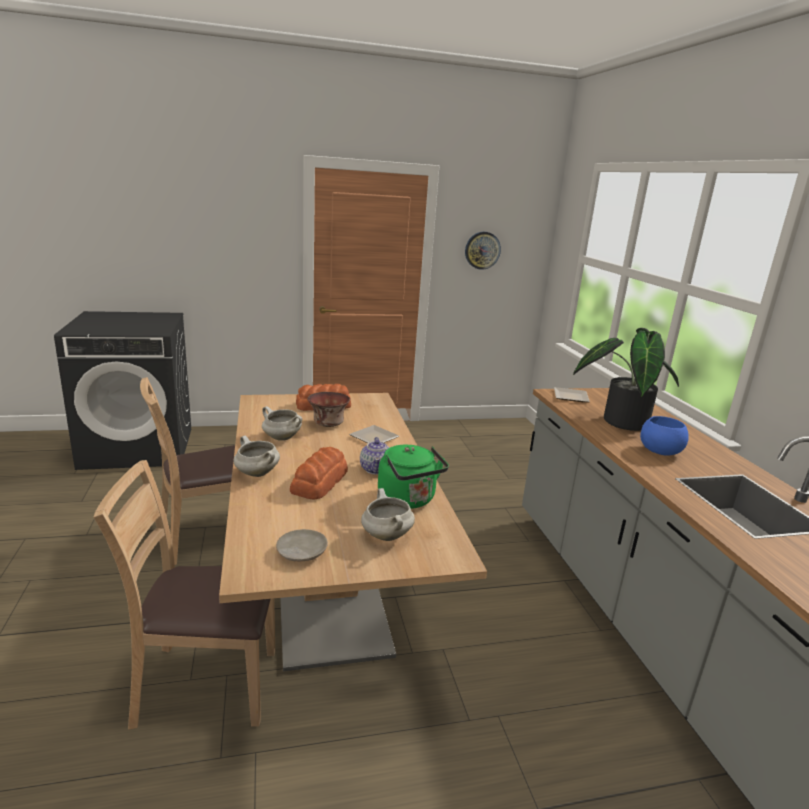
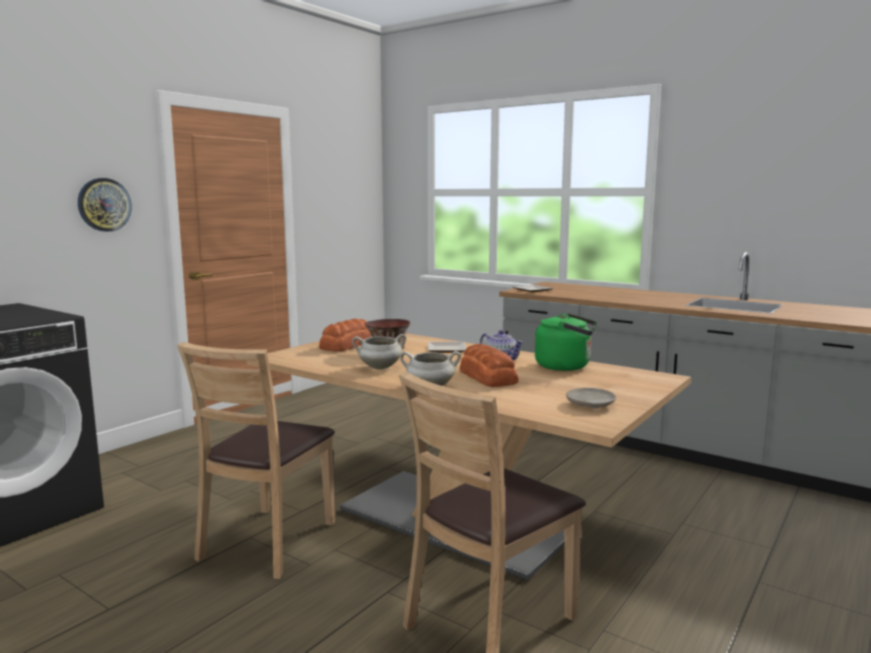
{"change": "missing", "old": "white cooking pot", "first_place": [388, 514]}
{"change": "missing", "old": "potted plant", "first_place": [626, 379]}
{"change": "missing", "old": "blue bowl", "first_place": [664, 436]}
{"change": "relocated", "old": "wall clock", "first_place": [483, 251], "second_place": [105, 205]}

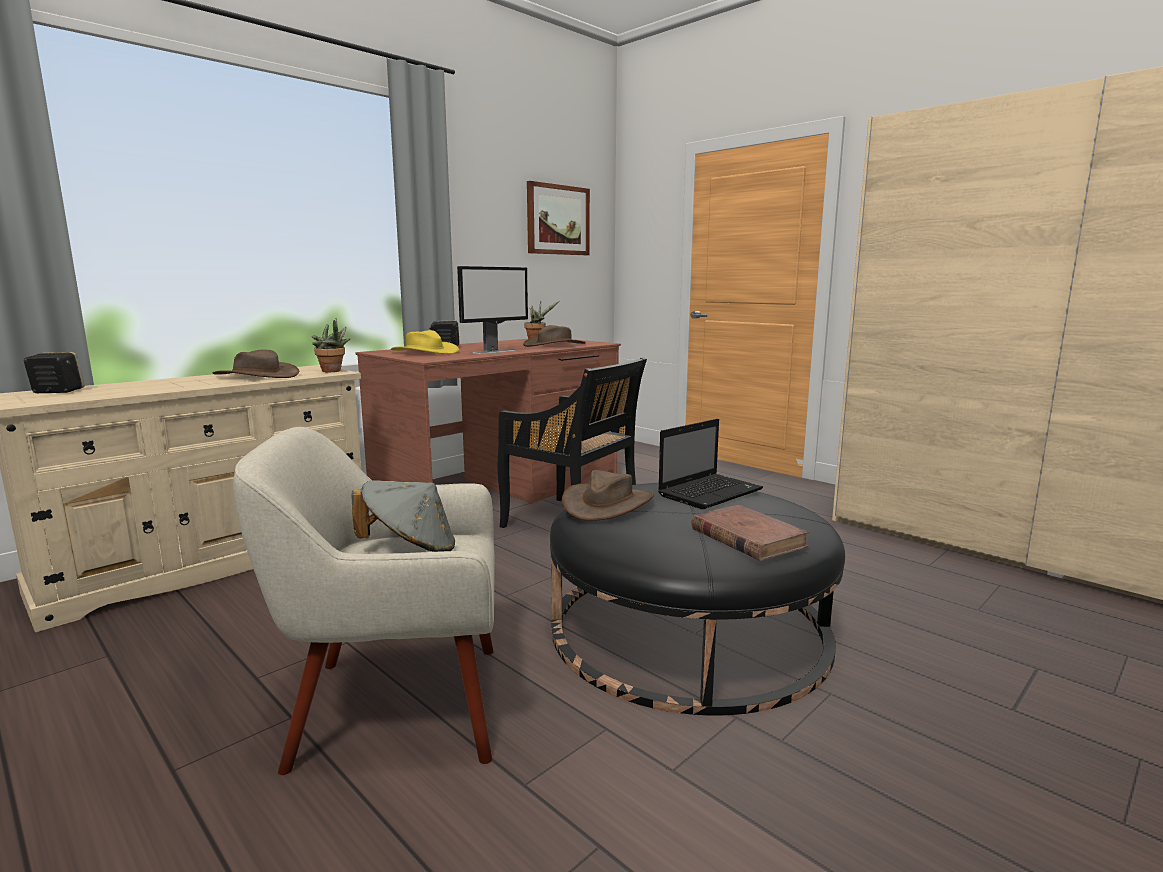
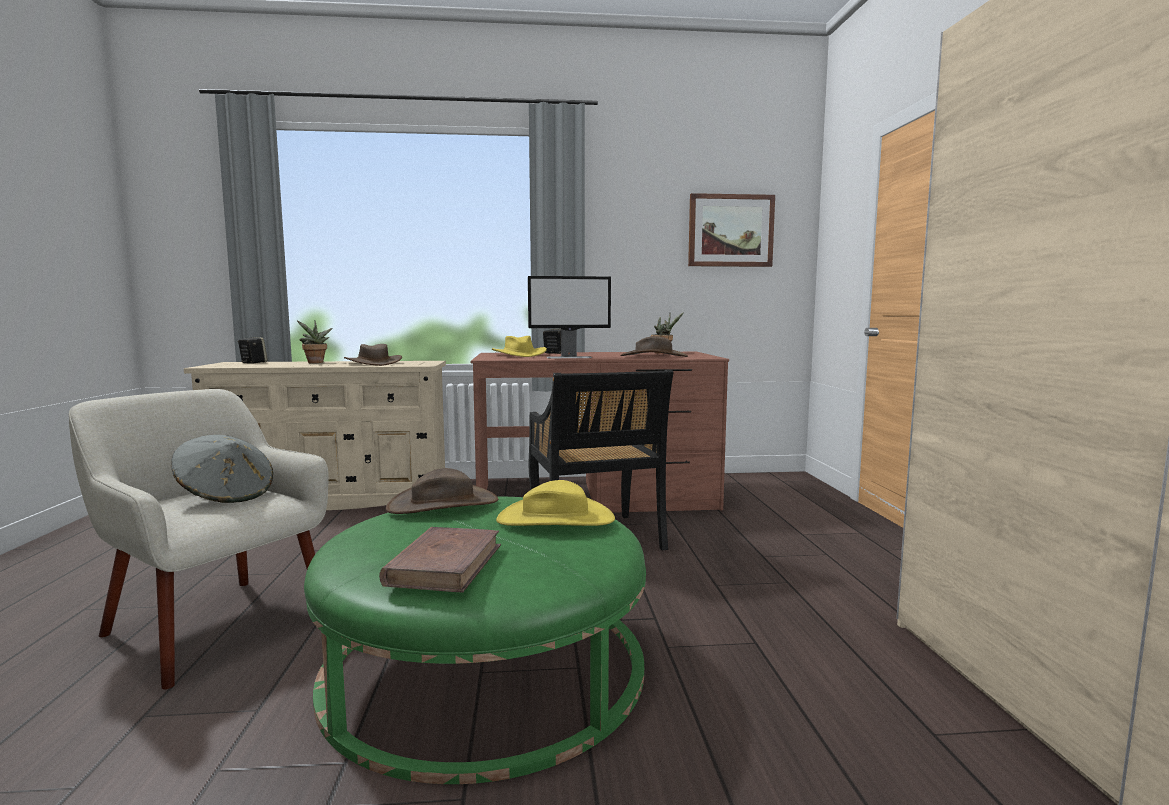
{"change": "relocated", "old": "potted plant", "first_place": [331, 345], "second_place": [315, 342]}
{"change": "exchanged", "old": "laptop", "new": "yellow hat", "first_place": [710, 464], "second_place": [555, 503]}
{"change": "colour", "old": "black ottoman", "new": "green ottoman", "first_place": [697, 599], "second_place": [475, 640]}

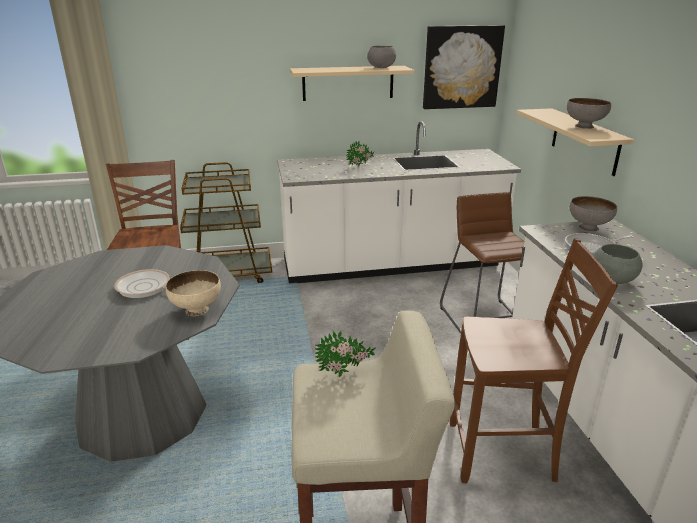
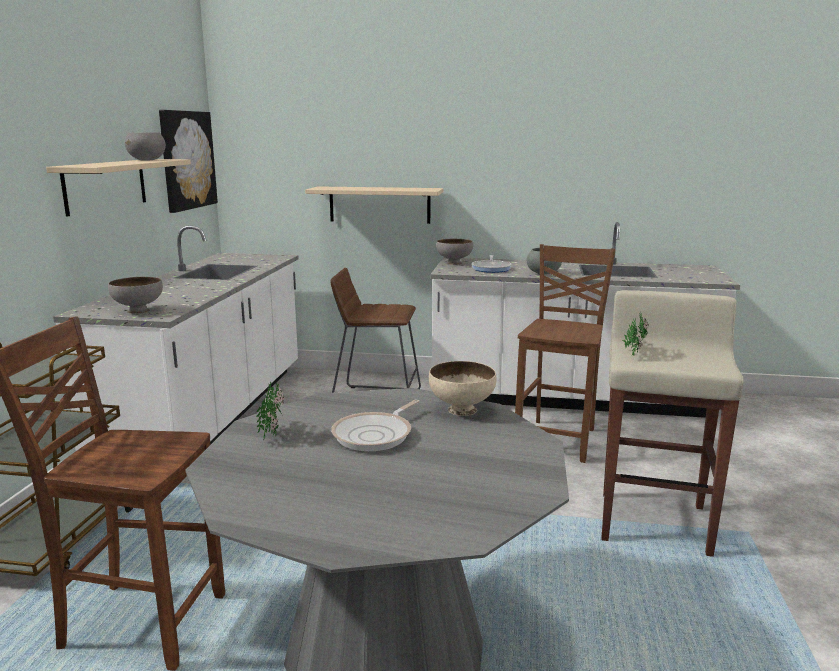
{"change": "relocated", "old": "potted plant", "first_place": [360, 154], "second_place": [270, 411]}
{"change": "relocated", "old": "grey bowl", "first_place": [589, 113], "second_place": [135, 295]}

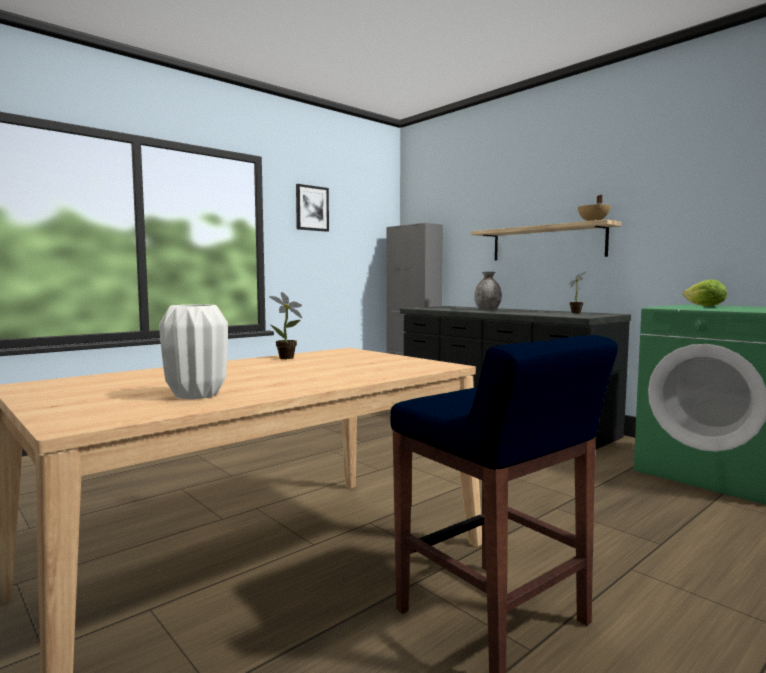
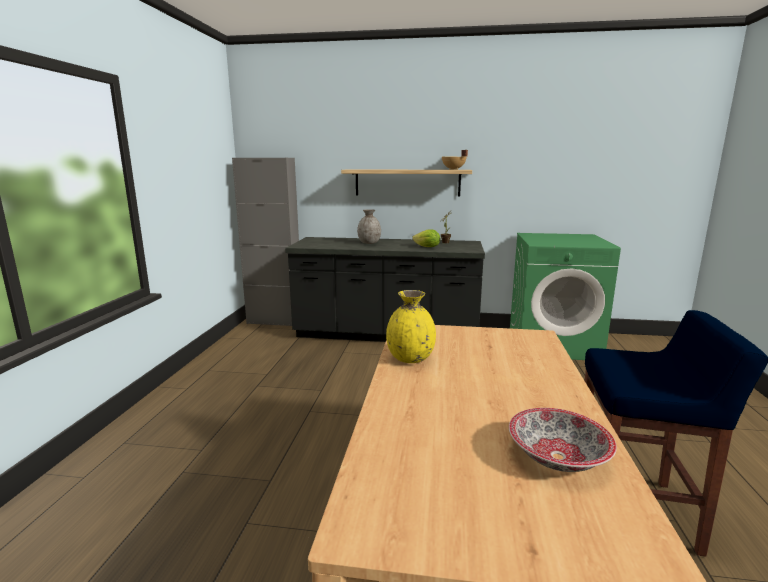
{"change": "missing", "old": "picture", "first_place": [312, 208]}
{"change": "relocated", "old": "lettuce", "first_place": [705, 292], "second_place": [426, 238]}
{"change": "exchanged", "old": "white vase", "new": "bowl", "first_place": [193, 351], "second_place": [563, 440]}
{"change": "exchanged", "old": "potted plant", "new": "yellow vase", "first_place": [285, 325], "second_place": [411, 326]}

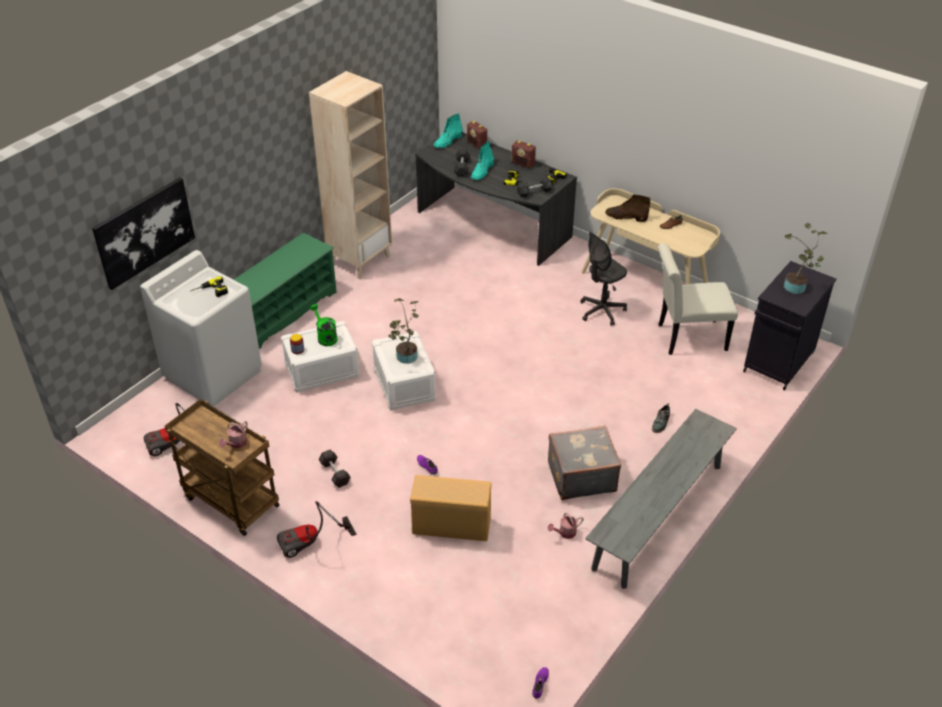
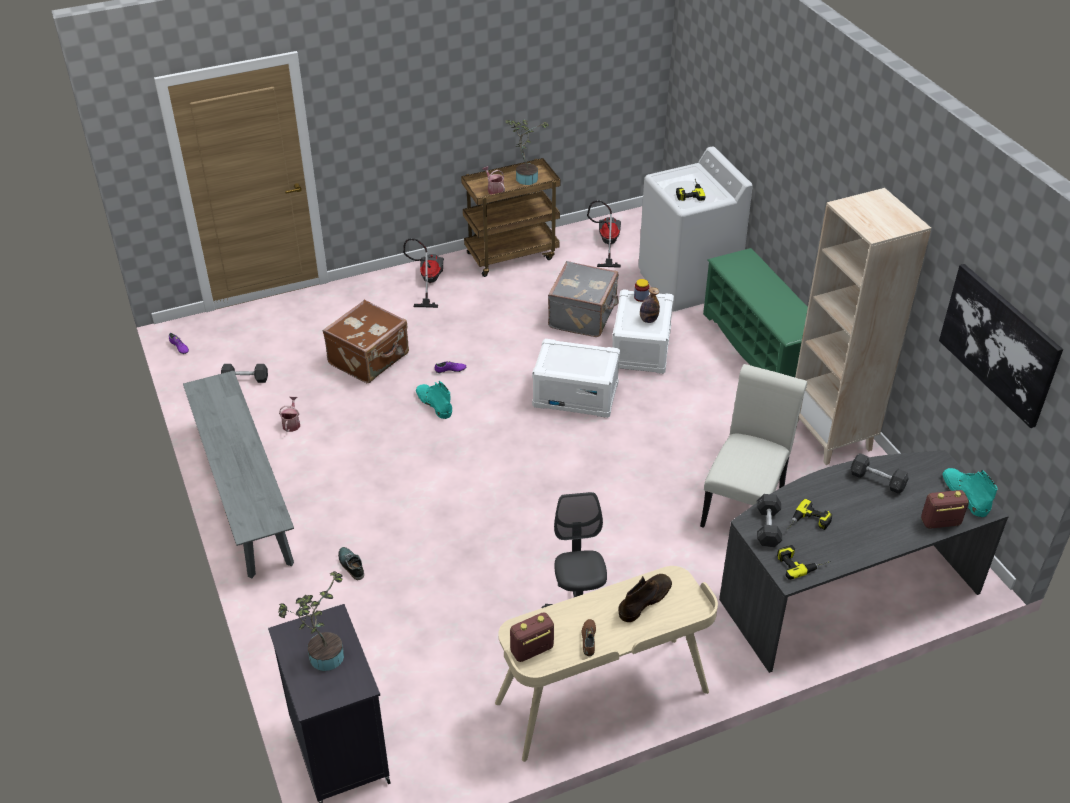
{"change": "relocated", "old": "picture", "first_place": [143, 234], "second_place": [1001, 346]}
{"change": "relocated", "old": "grey dumbbell", "first_place": [335, 469], "second_place": [244, 373]}
{"change": "relocated", "old": "potted plant", "first_place": [404, 331], "second_place": [527, 152]}
{"change": "relocated", "old": "turquoise boot", "first_place": [482, 160], "second_place": [434, 400]}
{"change": "relocated", "old": "radio", "first_place": [524, 154], "second_place": [532, 637]}
{"change": "relocated", "old": "grey suitcase", "first_place": [585, 462], "second_place": [583, 299]}
{"change": "relocated", "old": "white chair", "first_place": [698, 299], "second_place": [753, 446]}
{"change": "exchanged", "old": "green watering can", "new": "bottle", "first_place": [323, 325], "second_place": [650, 305]}
{"change": "exchanged", "old": "beige storage box", "new": "brown suitcase", "first_place": [450, 508], "second_place": [366, 341]}

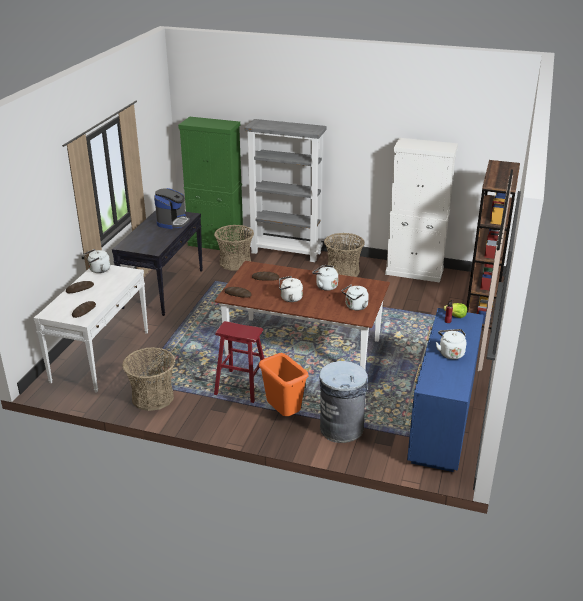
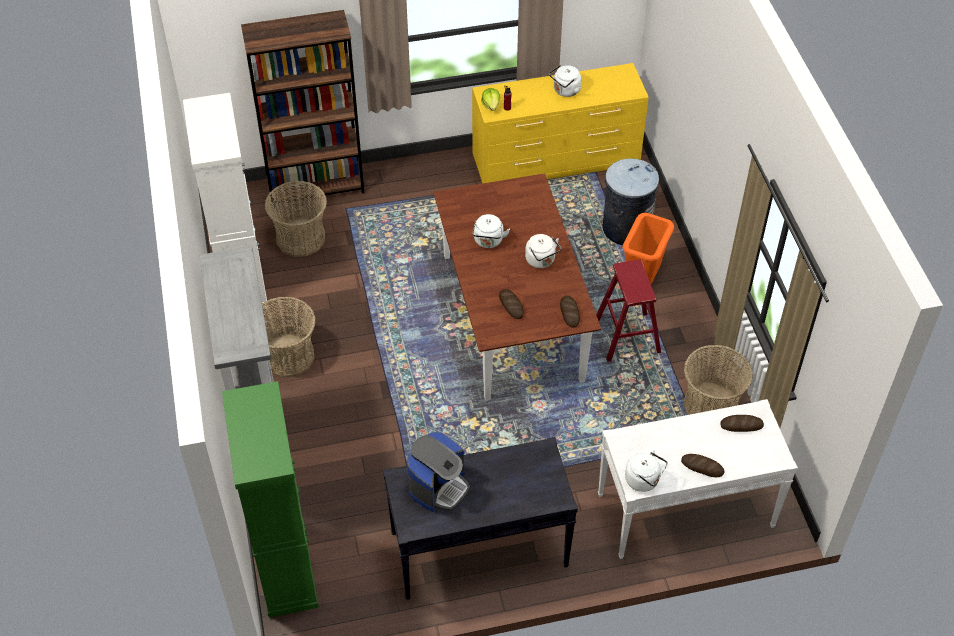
{"change": "missing", "old": "white kettle", "first_place": [355, 297]}
{"change": "relocated", "old": "basket", "first_place": [234, 248], "second_place": [295, 219]}
{"change": "colour", "old": "blue dresser", "new": "yellow dresser", "first_place": [445, 390], "second_place": [560, 123]}
{"change": "spun", "old": "coffee machine", "first_place": [172, 208], "second_place": [438, 472], "degrees": 135}

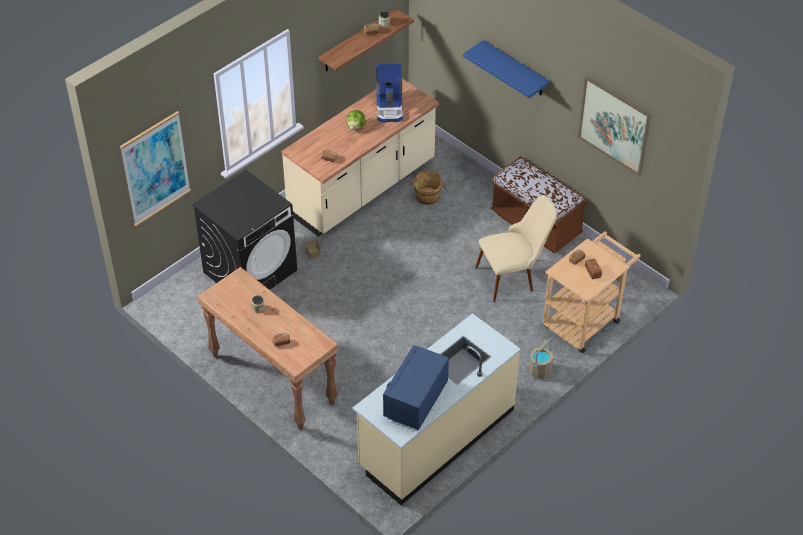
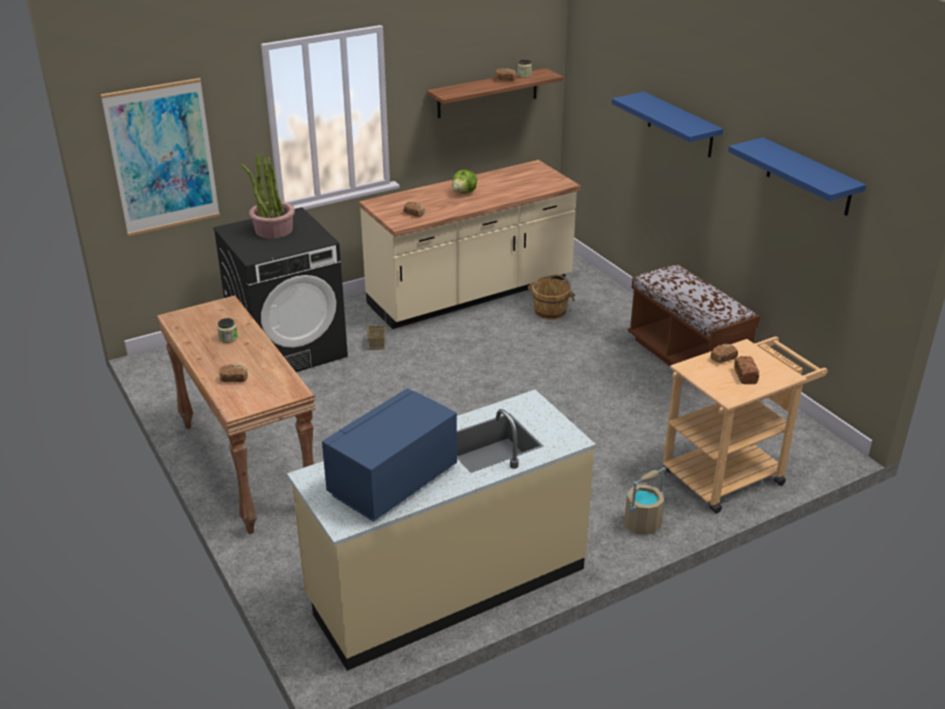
{"change": "missing", "old": "coffee machine", "first_place": [389, 93]}
{"change": "missing", "old": "beige chair", "first_place": [516, 248]}
{"change": "appeared", "new": "potted plant", "second_place": [268, 195]}
{"change": "exchanged", "old": "picture", "new": "blue shelf", "first_place": [614, 126], "second_place": [797, 177]}

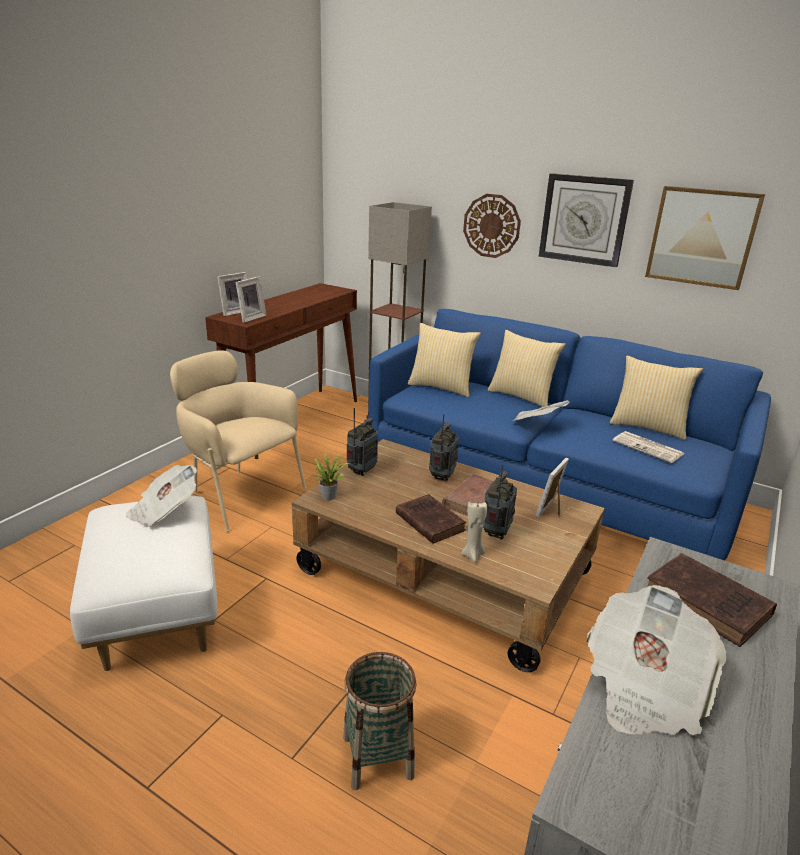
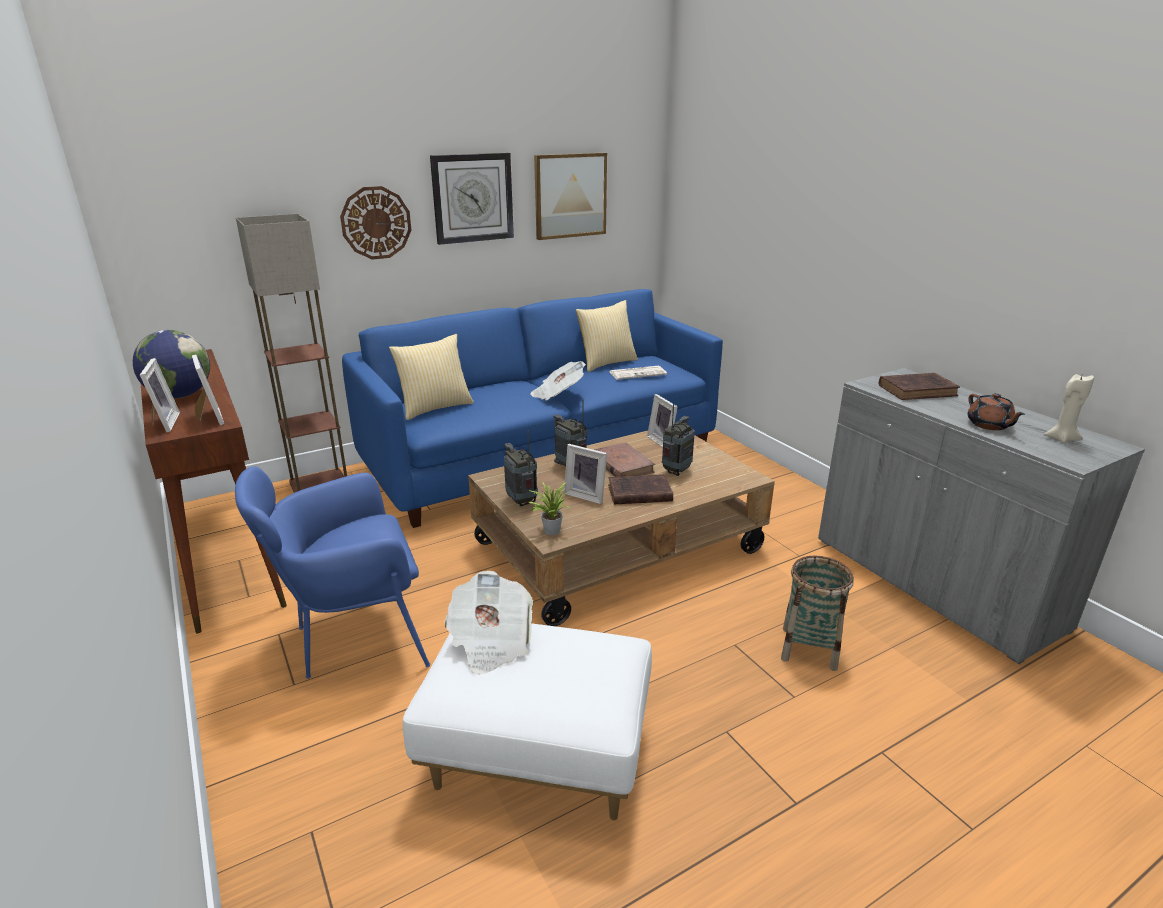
{"change": "missing", "old": "pillow", "first_place": [527, 368]}
{"change": "appeared", "new": "globe", "second_place": [171, 364]}
{"change": "appeared", "new": "picture frame", "second_place": [585, 474]}
{"change": "relocated", "old": "beige candle", "first_place": [474, 532], "second_place": [1069, 408]}
{"change": "exchanged", "old": "newspaper", "new": "brown teapot", "first_place": [657, 660], "second_place": [996, 411]}
{"change": "colour", "old": "beige armchair", "new": "blue armchair", "first_place": [238, 441], "second_place": [332, 572]}
{"change": "spun", "old": "radio", "first_place": [500, 502], "second_place": [678, 440], "degrees": 75}

